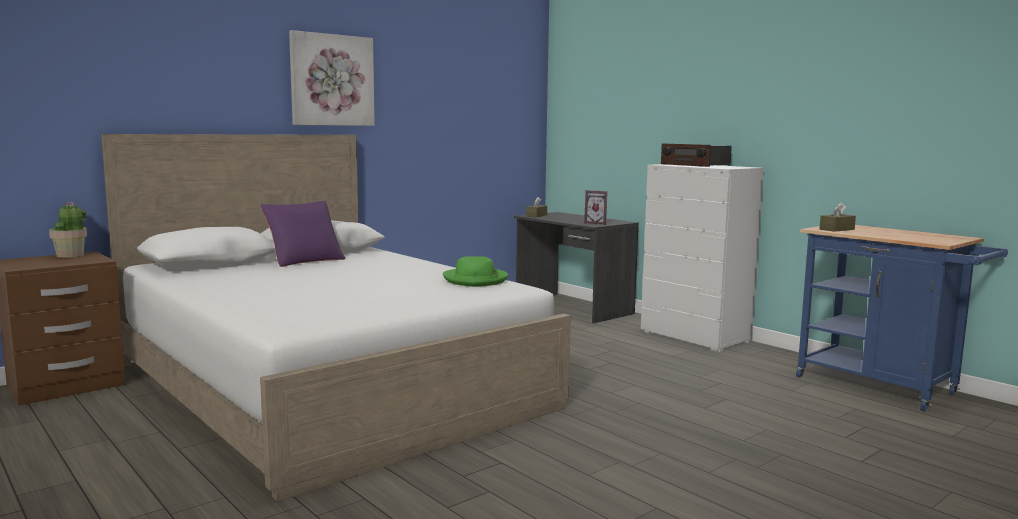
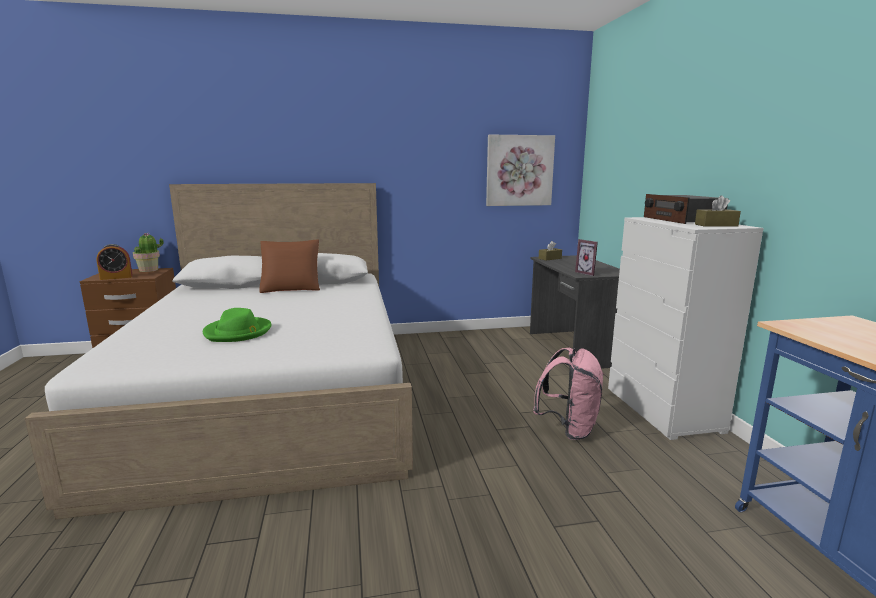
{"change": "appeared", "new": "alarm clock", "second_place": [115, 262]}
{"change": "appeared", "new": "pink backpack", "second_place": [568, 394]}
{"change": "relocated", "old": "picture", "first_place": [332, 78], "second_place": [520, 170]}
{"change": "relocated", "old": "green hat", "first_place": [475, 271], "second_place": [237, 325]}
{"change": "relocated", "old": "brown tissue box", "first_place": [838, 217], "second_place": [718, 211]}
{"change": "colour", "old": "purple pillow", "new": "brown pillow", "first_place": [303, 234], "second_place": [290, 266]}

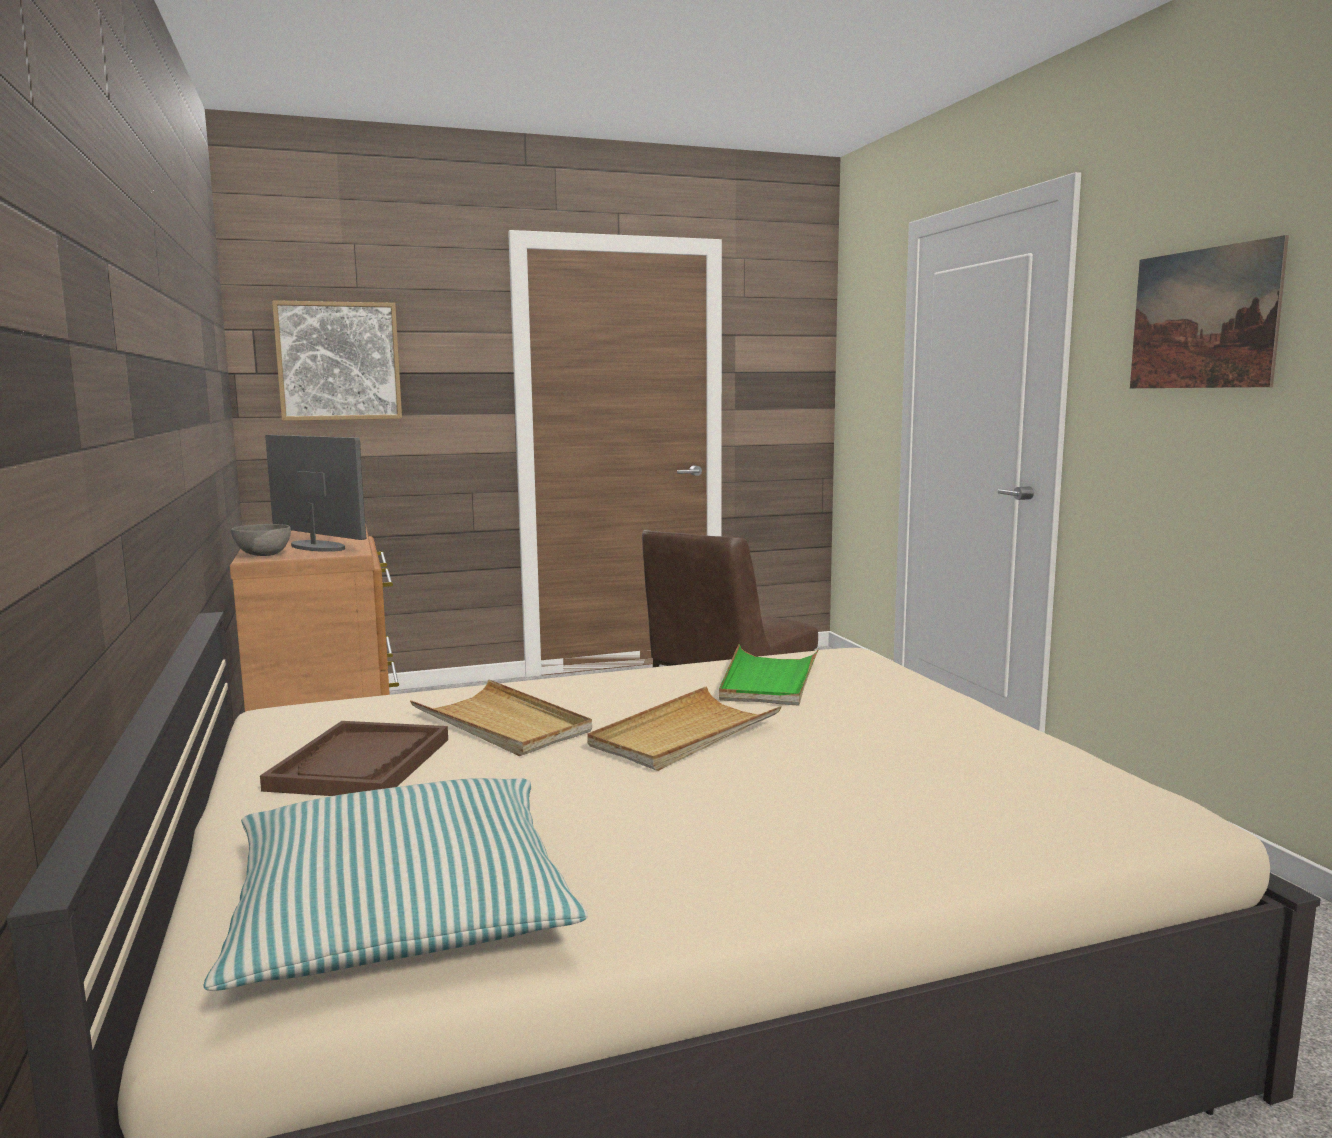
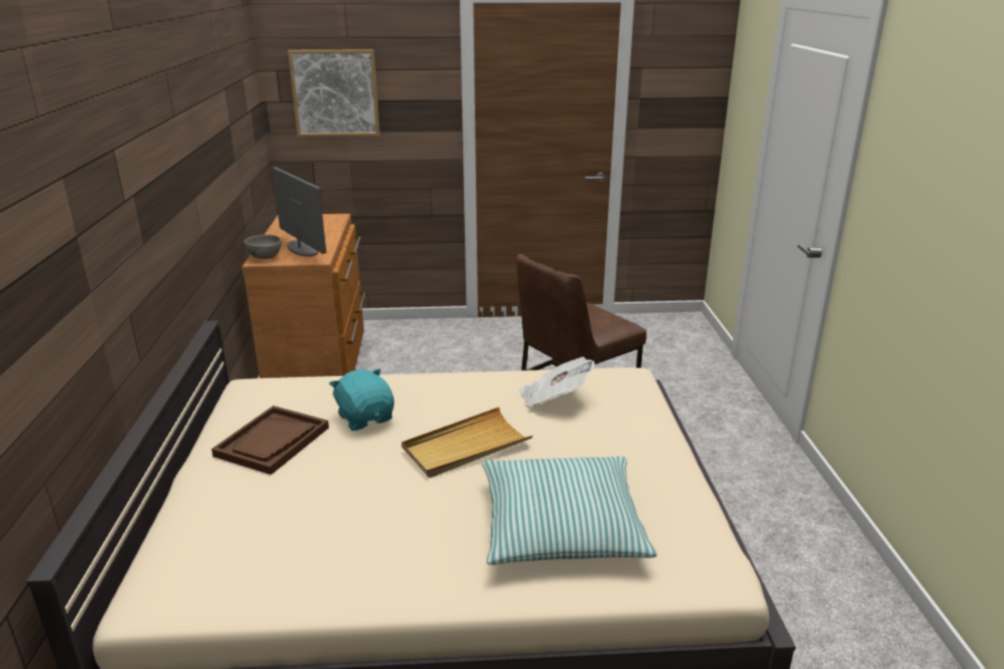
{"change": "missing", "old": "picture", "first_place": [1209, 311]}
{"change": "relocated", "old": "pillow", "first_place": [395, 884], "second_place": [569, 510]}
{"change": "exchanged", "old": "beige tray", "new": "turquoise plush toy", "first_place": [501, 717], "second_place": [361, 400]}
{"change": "exchanged", "old": "green tray", "new": "newspaper", "first_place": [769, 675], "second_place": [557, 382]}

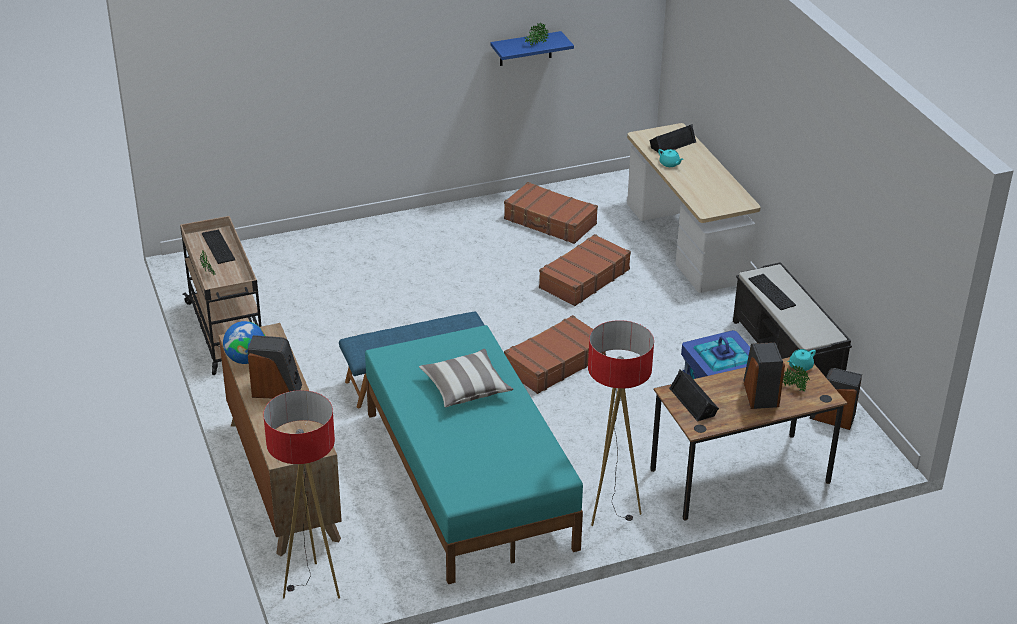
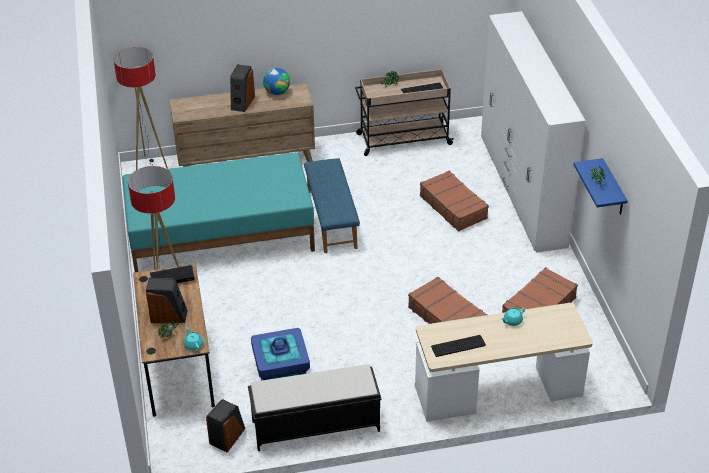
{"change": "missing", "old": "pillow", "first_place": [466, 378]}
{"change": "missing", "old": "black speaker", "first_place": [672, 139]}
{"change": "appeared", "new": "white wardrobe", "second_place": [533, 132]}
{"change": "relocated", "old": "brown suitcase", "first_place": [555, 354], "second_place": [454, 201]}
{"change": "relocated", "old": "keyboard", "first_place": [772, 292], "second_place": [458, 346]}

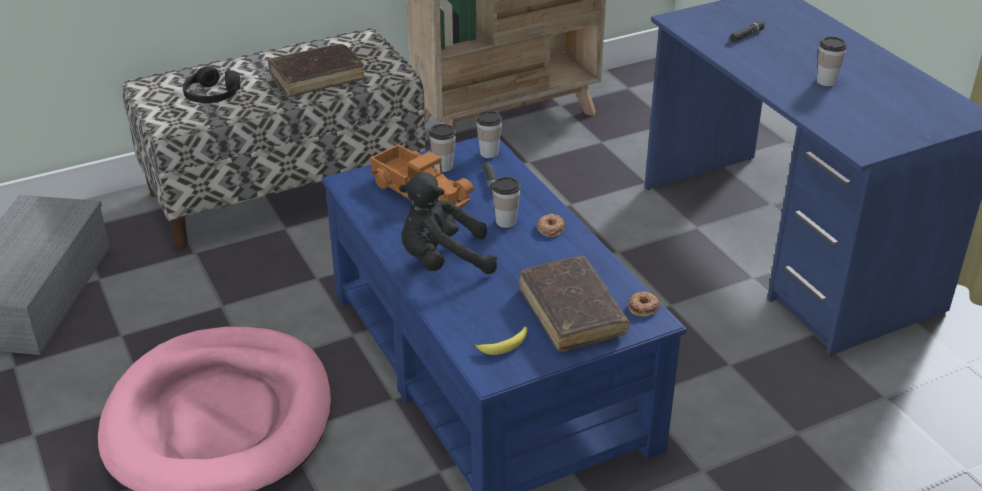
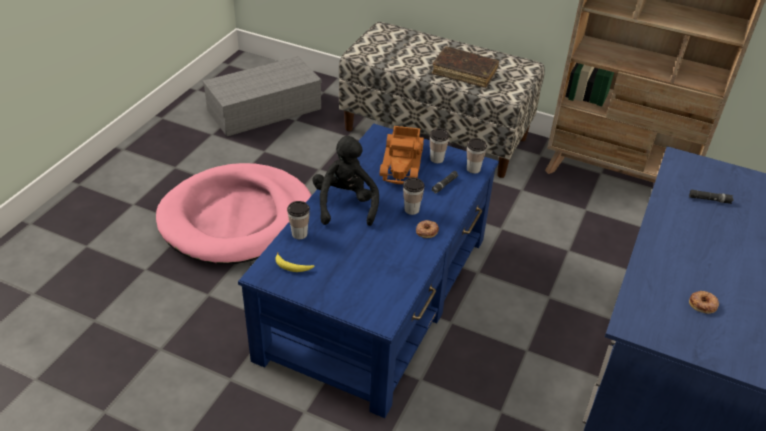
{"change": "missing", "old": "black headphones", "first_place": [212, 84]}
{"change": "missing", "old": "brown book", "first_place": [574, 304]}
{"change": "relocated", "old": "donut", "first_place": [644, 304], "second_place": [704, 302]}
{"change": "relocated", "old": "cup", "first_place": [832, 61], "second_place": [298, 220]}
{"change": "spun", "old": "black plush toy", "first_place": [448, 223], "second_place": [346, 181], "degrees": 45}

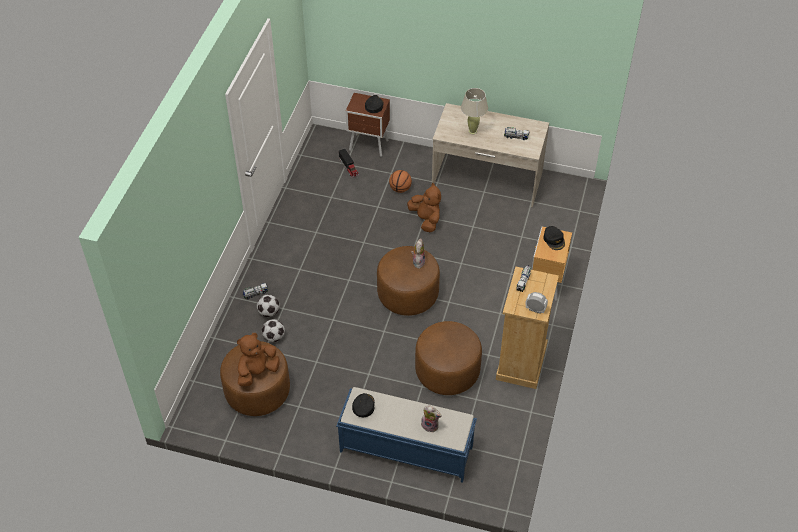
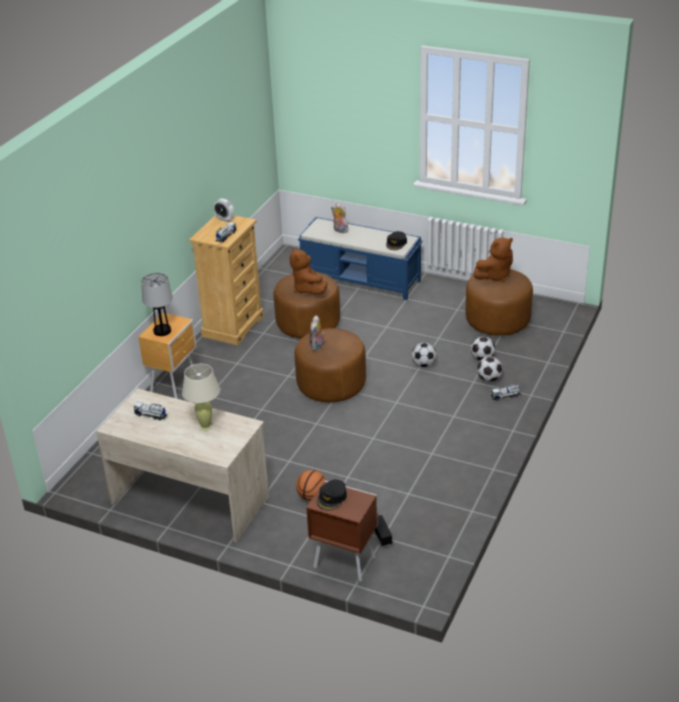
{"change": "appeared", "new": "football", "second_place": [424, 355]}
{"change": "relocated", "old": "brown plush toy", "first_place": [424, 207], "second_place": [308, 271]}
{"change": "exchanged", "old": "black cap", "new": "table lamp", "first_place": [554, 238], "second_place": [157, 304]}

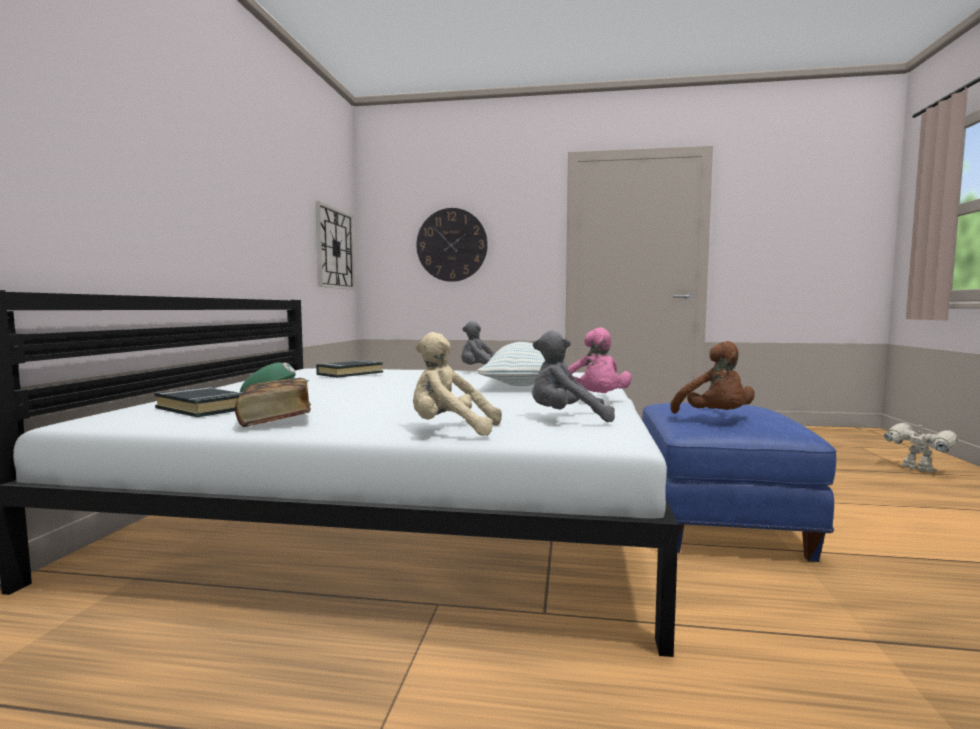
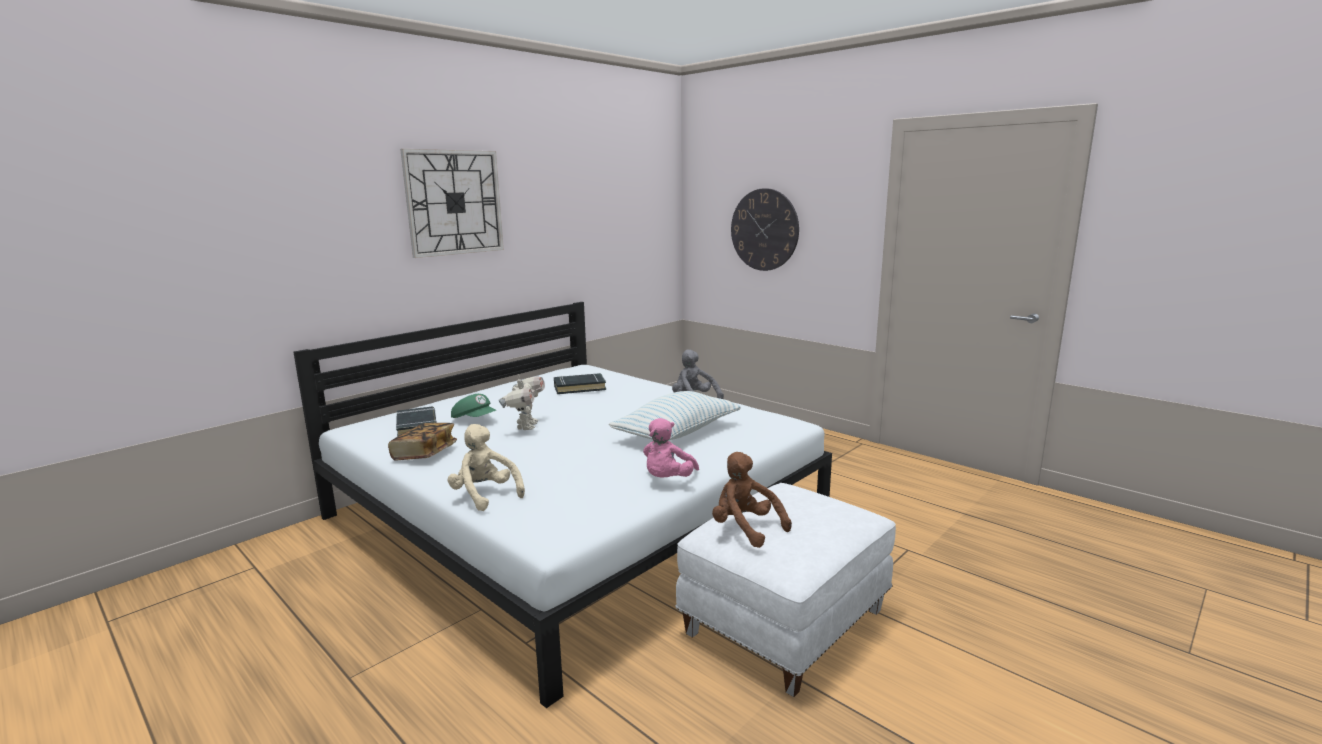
{"change": "missing", "old": "grey plush toy", "first_place": [573, 376]}
{"change": "relocated", "old": "wall clock", "first_place": [335, 245], "second_place": [452, 203]}
{"change": "relocated", "old": "toy robot", "first_place": [921, 447], "second_place": [522, 402]}
{"change": "colour", "old": "blue ottoman", "new": "white ottoman", "first_place": [739, 482], "second_place": [785, 590]}
{"change": "spun", "old": "brown plush toy", "first_place": [712, 377], "second_place": [752, 500], "degrees": 120}

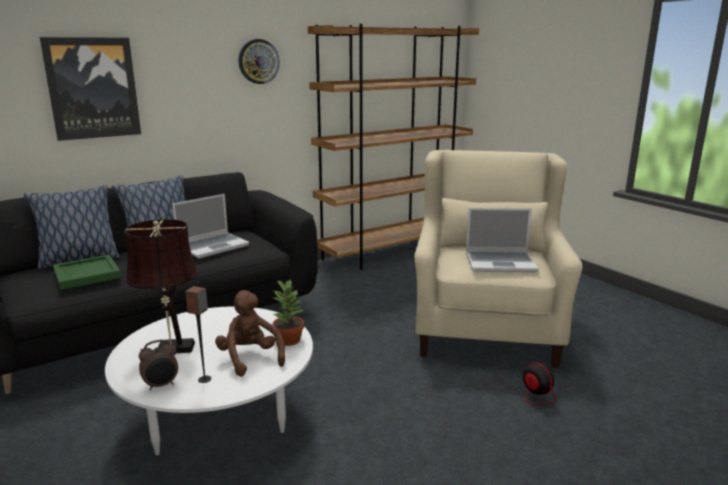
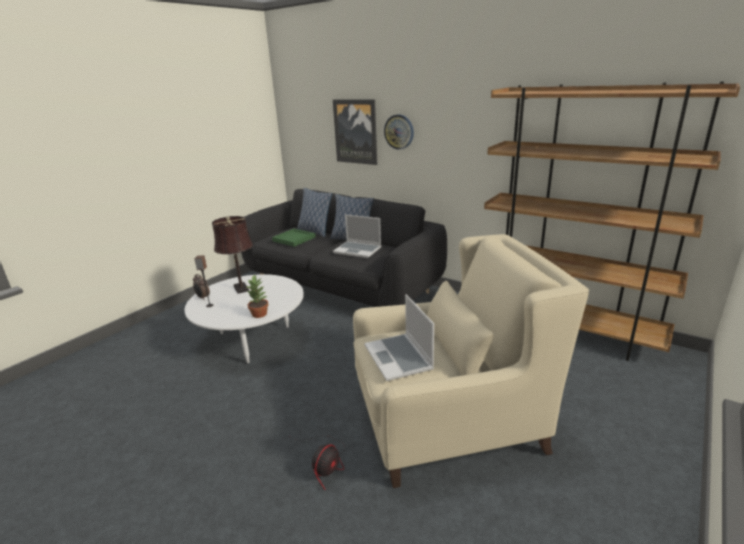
{"change": "missing", "old": "brown plush toy", "first_place": [250, 333]}
{"change": "relocated", "old": "wall clock", "first_place": [259, 61], "second_place": [399, 132]}

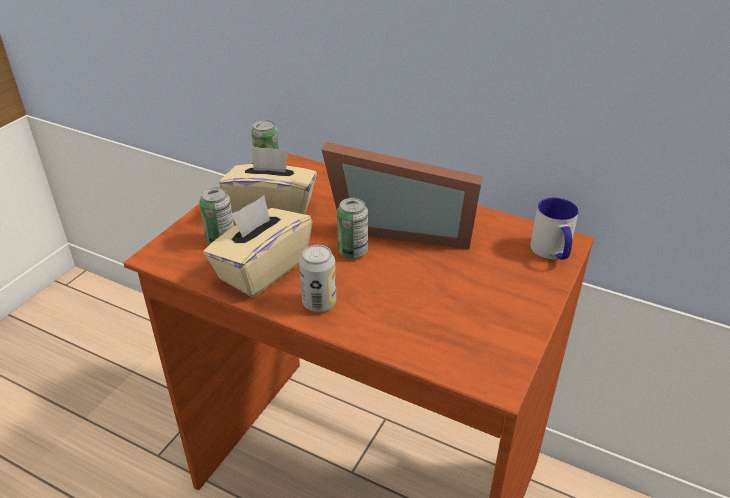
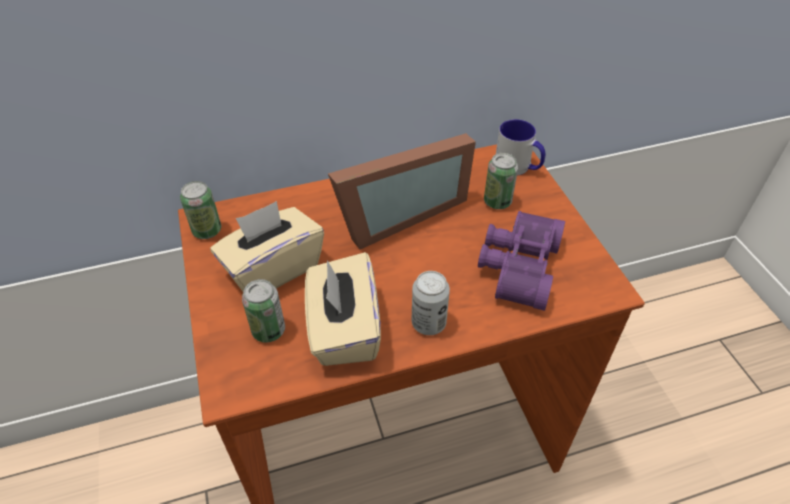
{"change": "appeared", "new": "purple binoculars", "second_place": [521, 261]}
{"change": "relocated", "old": "can", "first_place": [352, 228], "second_place": [501, 181]}

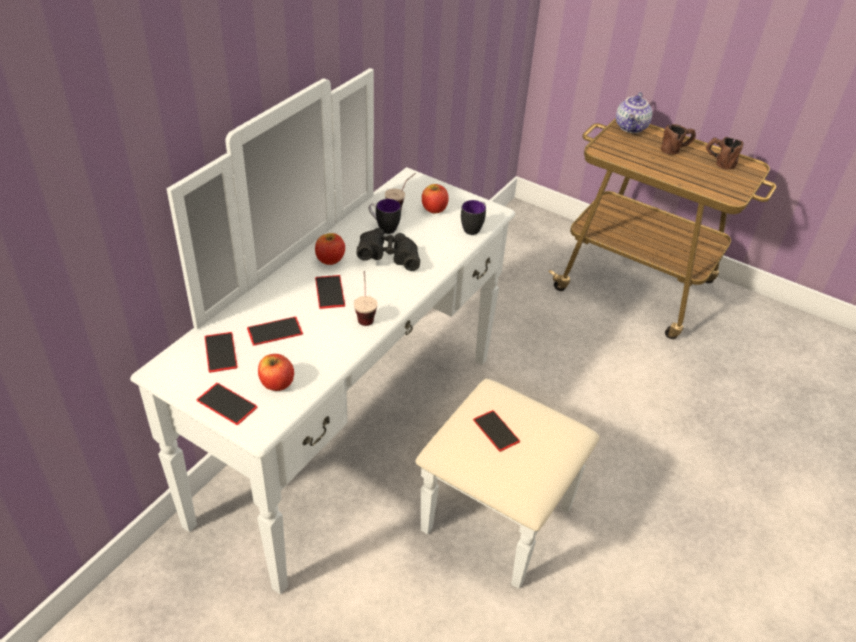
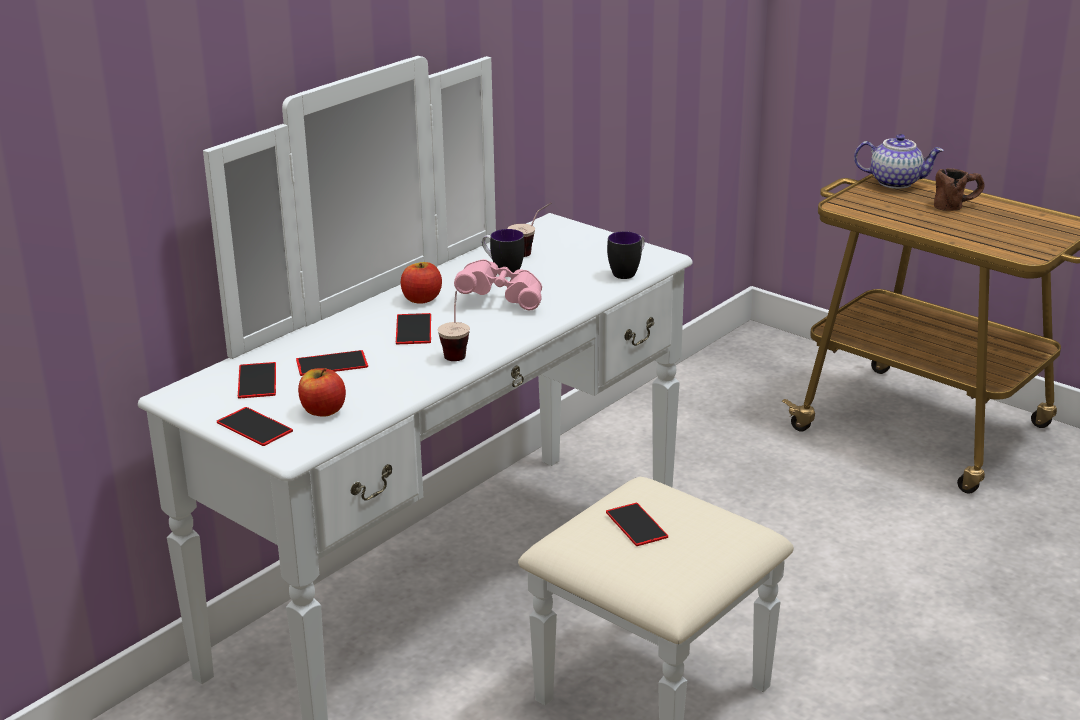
{"change": "missing", "old": "apple", "first_place": [435, 198]}
{"change": "missing", "old": "brown mug", "first_place": [725, 153]}
{"change": "colour", "old": "black binoculars", "new": "pink binoculars", "first_place": [388, 249], "second_place": [498, 285]}
{"change": "spun", "old": "teapot", "first_place": [634, 112], "second_place": [899, 161], "degrees": -105}

